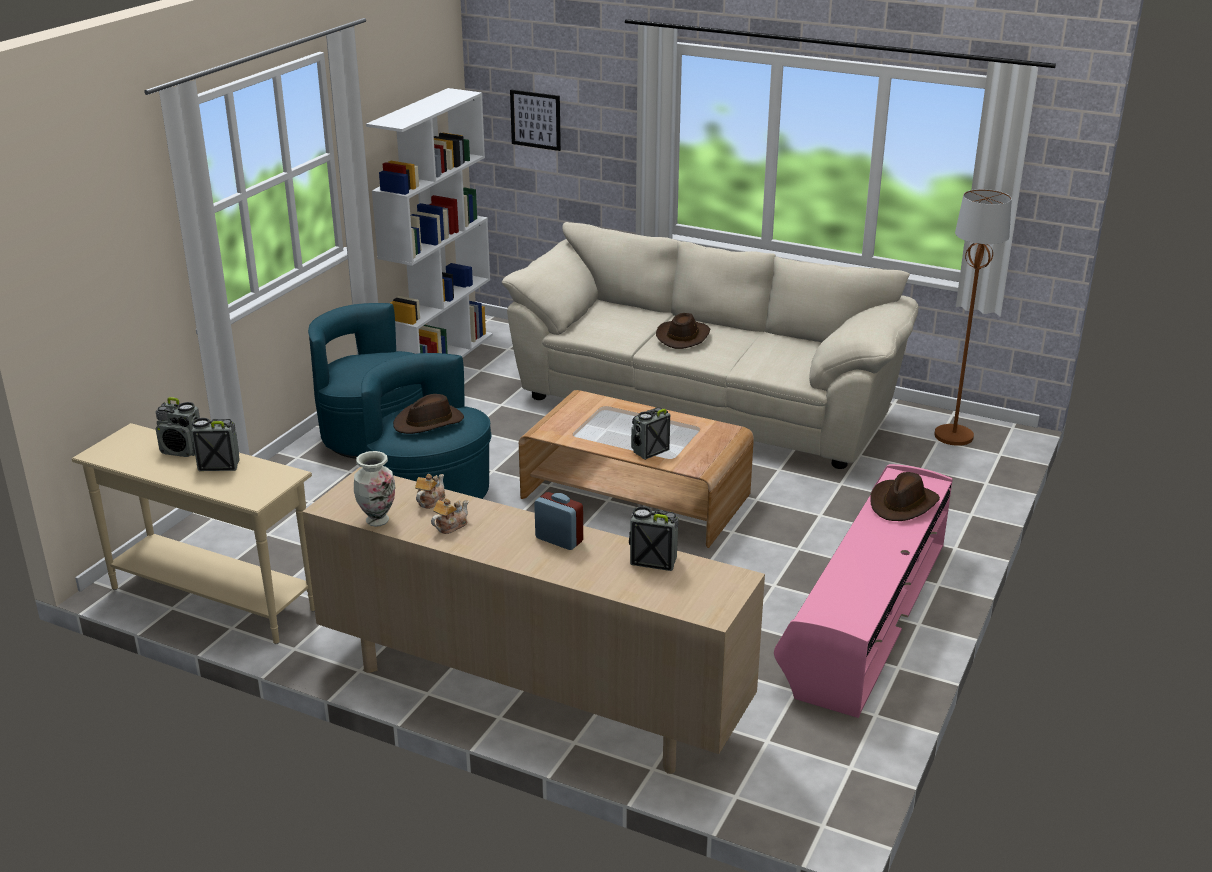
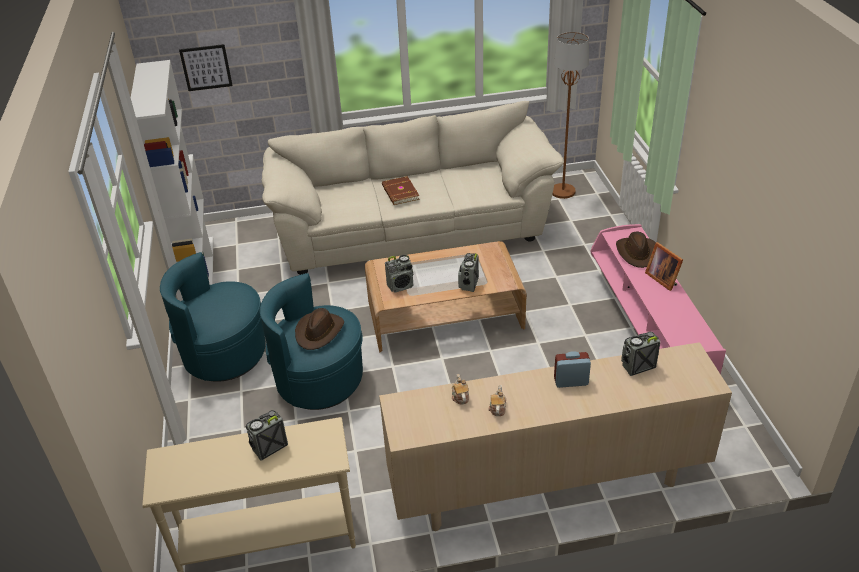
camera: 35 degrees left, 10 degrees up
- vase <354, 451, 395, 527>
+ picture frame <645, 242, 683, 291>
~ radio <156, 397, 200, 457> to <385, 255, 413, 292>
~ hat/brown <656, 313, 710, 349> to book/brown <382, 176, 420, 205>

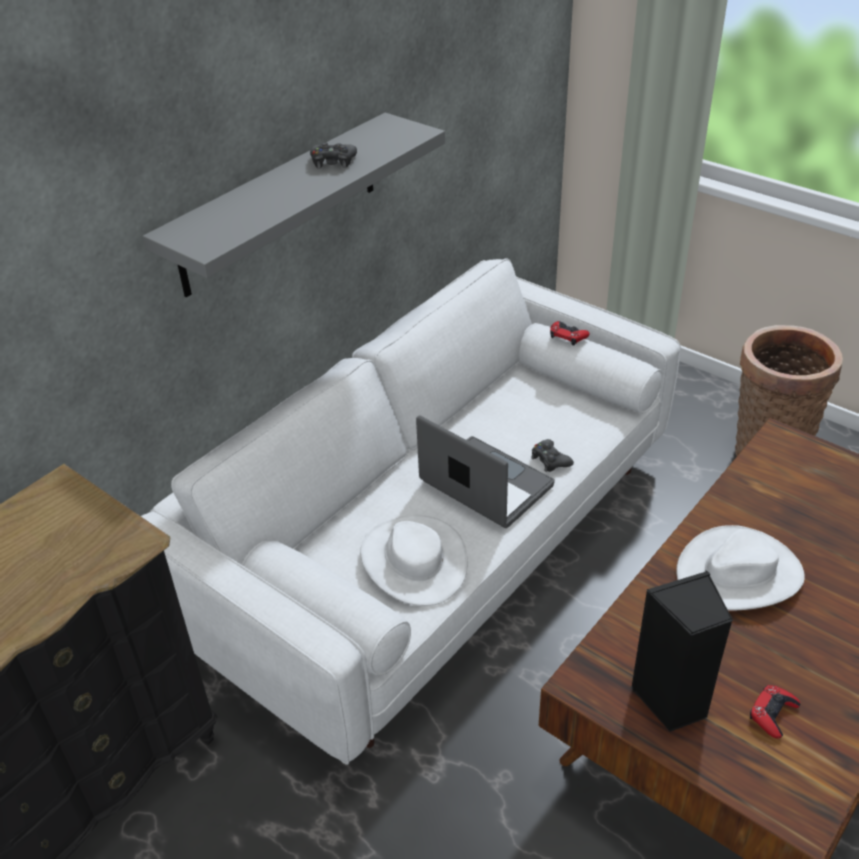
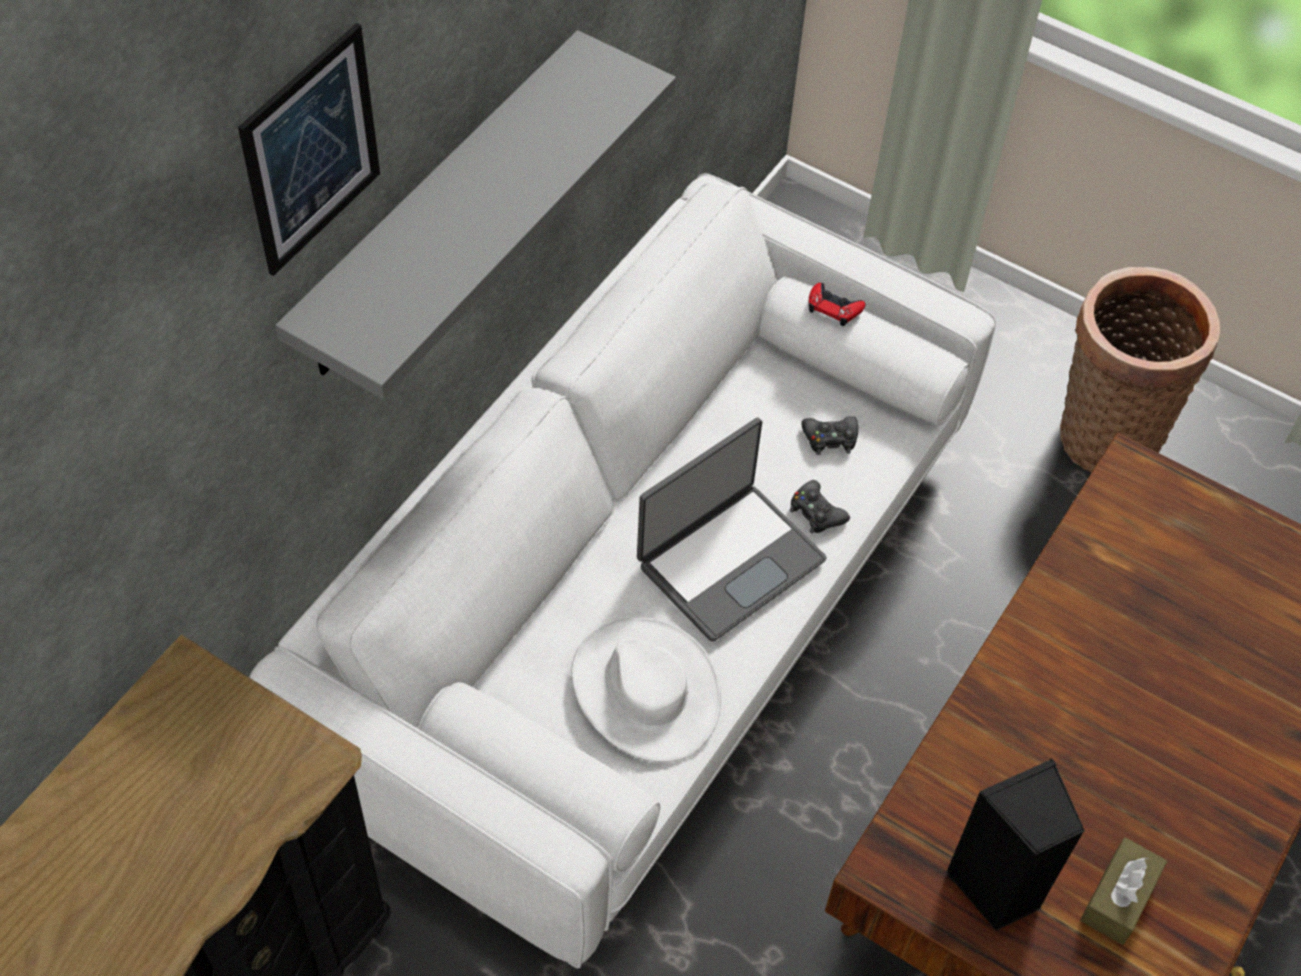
camera: 10 degrees left, 15 degrees up
- hat/white <676, 525, 805, 611>
+ picture <238, 23, 380, 276>
~ game controller/black <310, 142, 357, 168> to <801, 416, 858, 455>
~ game controller/red <750, 685, 800, 739> to tissue box/brown <1080, 837, 1167, 945>
~ laptop <416, 415, 555, 528> = <637, 417, 827, 642> 105 degrees clockwise

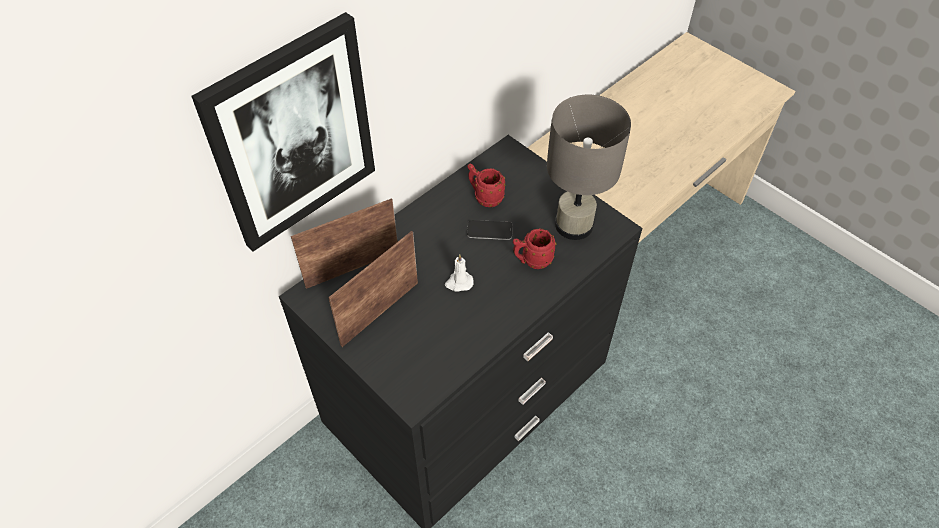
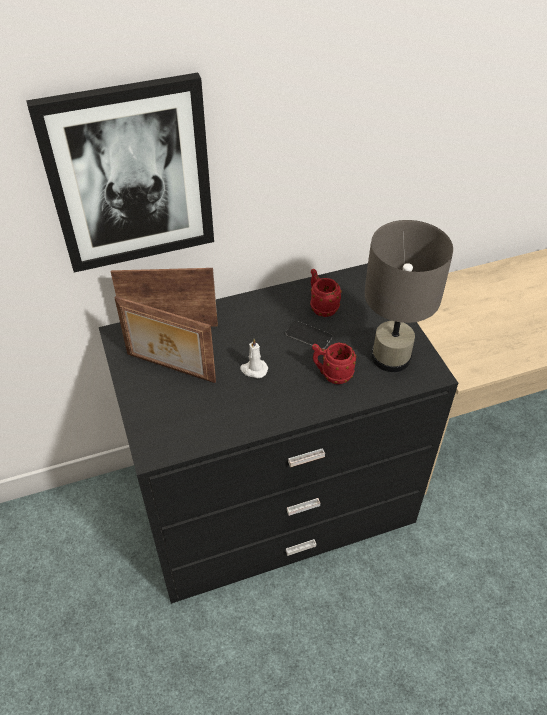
camera: 25 degrees right, 5 degrees down
~ picture frame <328, 231, 418, 347> = <114, 296, 216, 383> 135 degrees counterclockwise

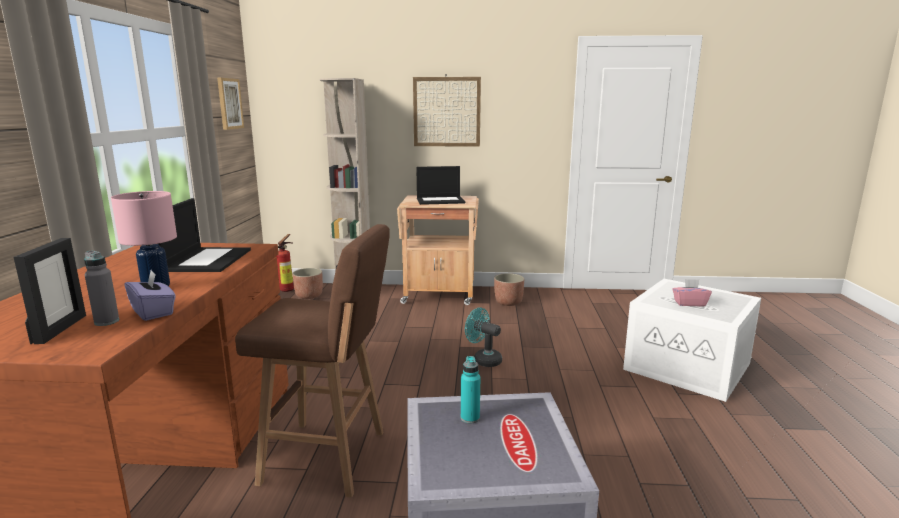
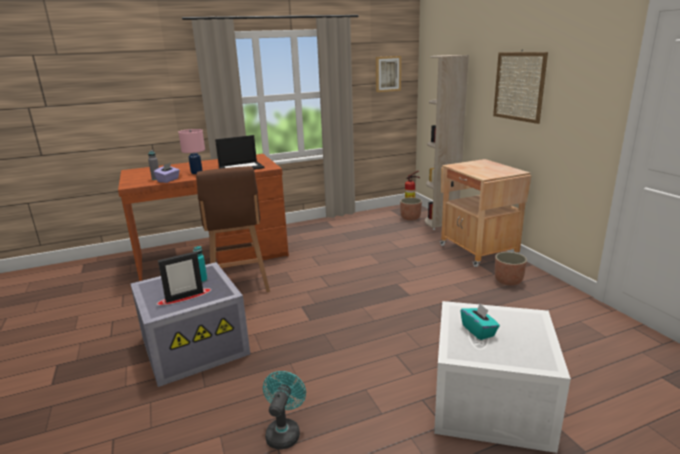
camera: 65 degrees right, 5 degrees up
- laptop <416, 166, 465, 205>
~ picture frame <13, 238, 86, 344> to <158, 252, 203, 303>
~ fan/turquoise <465, 307, 502, 367> to <263, 371, 306, 449>
~ tissue box/pink <673, 279, 712, 307> to tissue box/turquoise <461, 303, 500, 340>

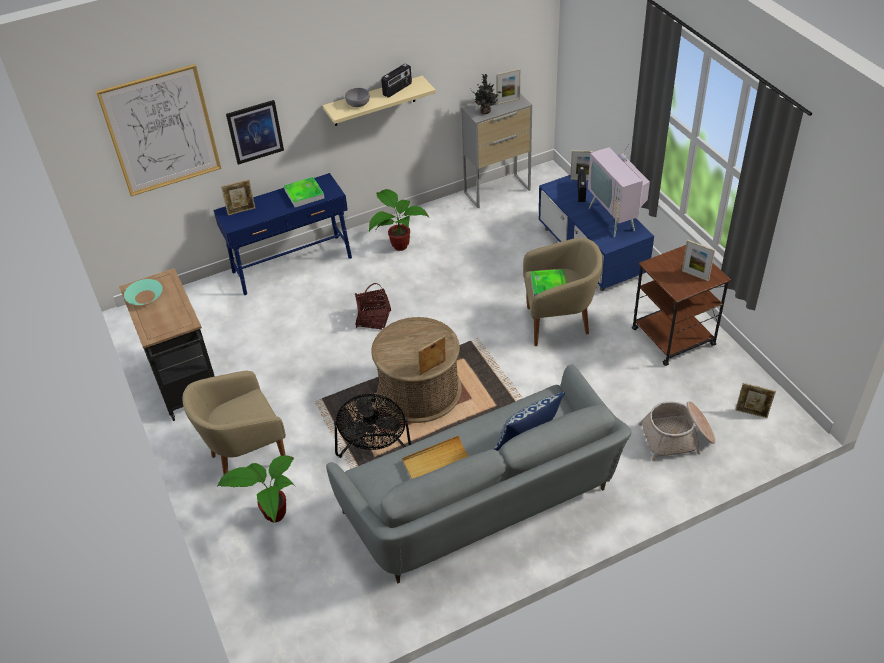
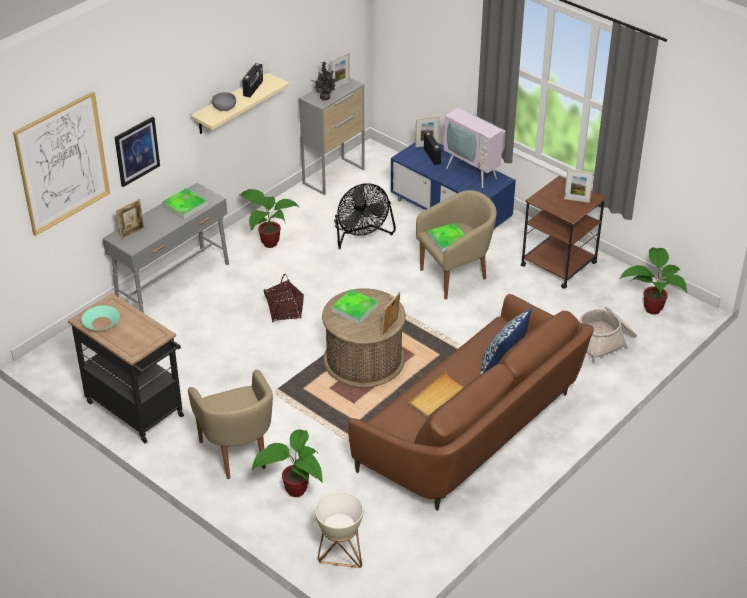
camera: 25 degrees left, 5 degrees down
+ planter <315, 492, 363, 568>
+ tray <332, 289, 378, 324>
~ fan/black <334, 393, 411, 458> to <334, 183, 396, 249>
~ picture frame <735, 383, 776, 418> to potted plant <620, 248, 687, 315>
~ console table/blue <214, 173, 352, 295> to console table/grey <103, 183, 229, 313>
~ sofa/grey <326, 364, 632, 583> to sofa/brown <348, 294, 594, 511>
~ armchair/beige <182, 371, 286, 475> = <188, 370, 273, 479> 60 degrees counterclockwise

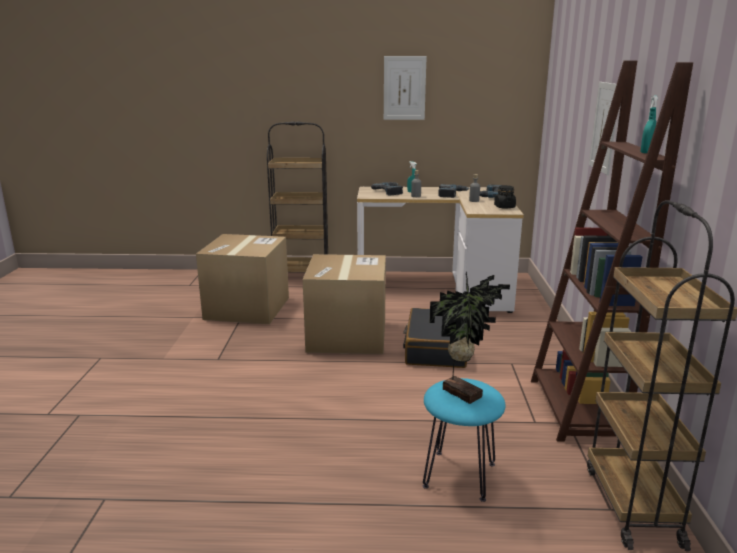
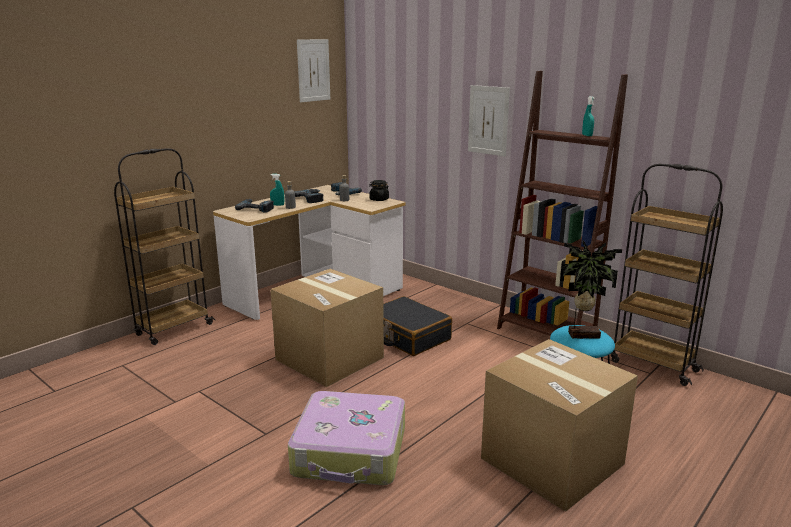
camera: 50 degrees left, 0 degrees up
+ suitcase <288, 391, 405, 485>
~ cardboard box <196, 234, 289, 324> to <481, 339, 638, 512>
~ picture <384, 56, 427, 120> to <297, 39, 330, 102>

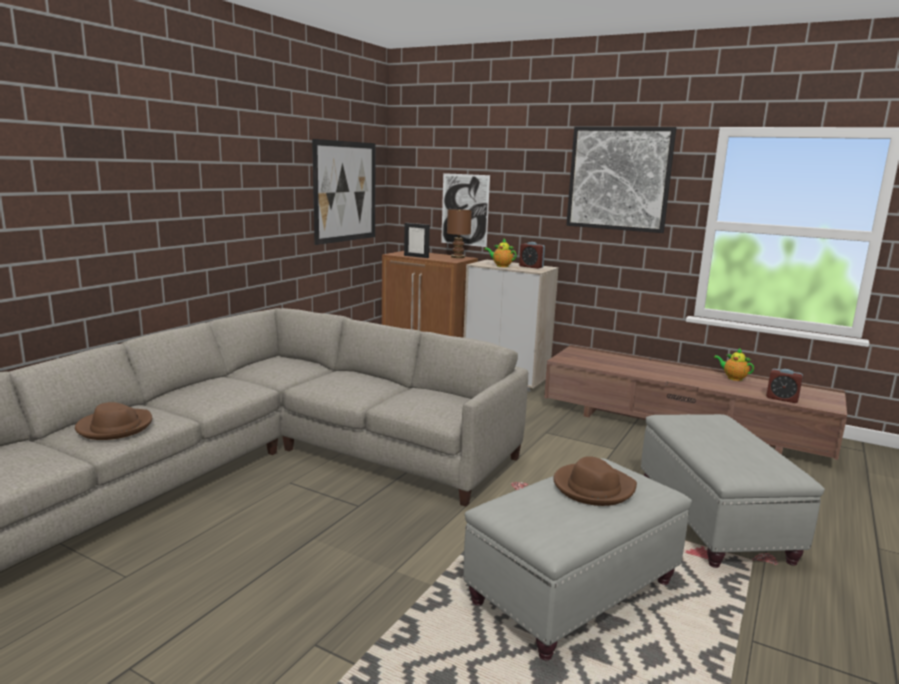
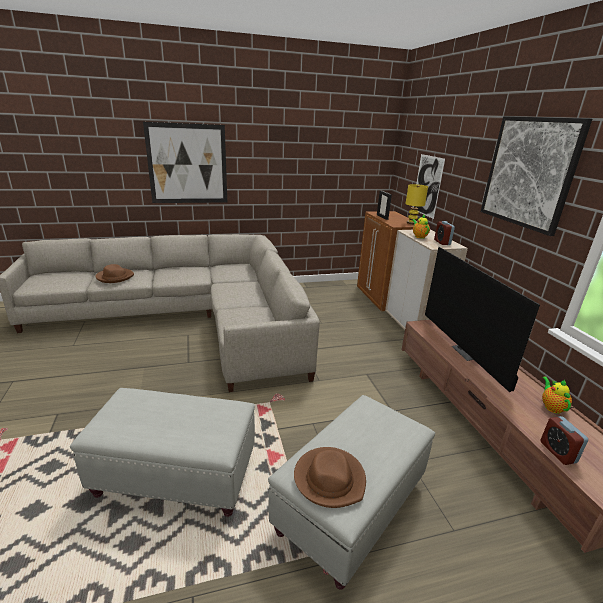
camera: 45 degrees right, 10 degrees up
+ television <425, 247, 540, 392>
~ picture <312, 139, 375, 245> to <143, 122, 227, 203>
~ hat/brown <553, 456, 637, 506> to <294, 447, 366, 508>
~ table lamp/brown <447, 209, 472, 258> to table lamp/yellow <405, 184, 428, 224>

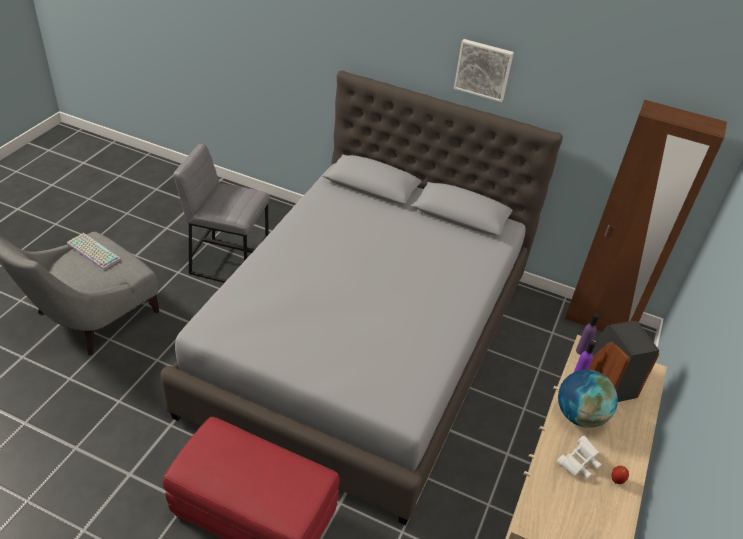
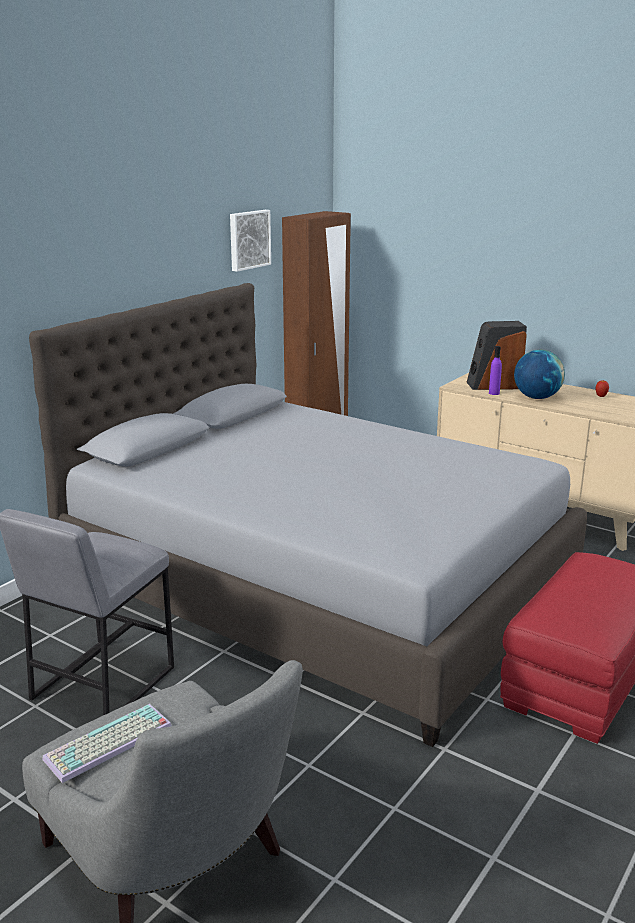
camera: 75 degrees left, 20 degrees down
- binoculars/white <557, 436, 602, 479>
- bottle/purple <576, 314, 599, 355>
~ picture <454, 39, 514, 102> to <230, 210, 271, 272>

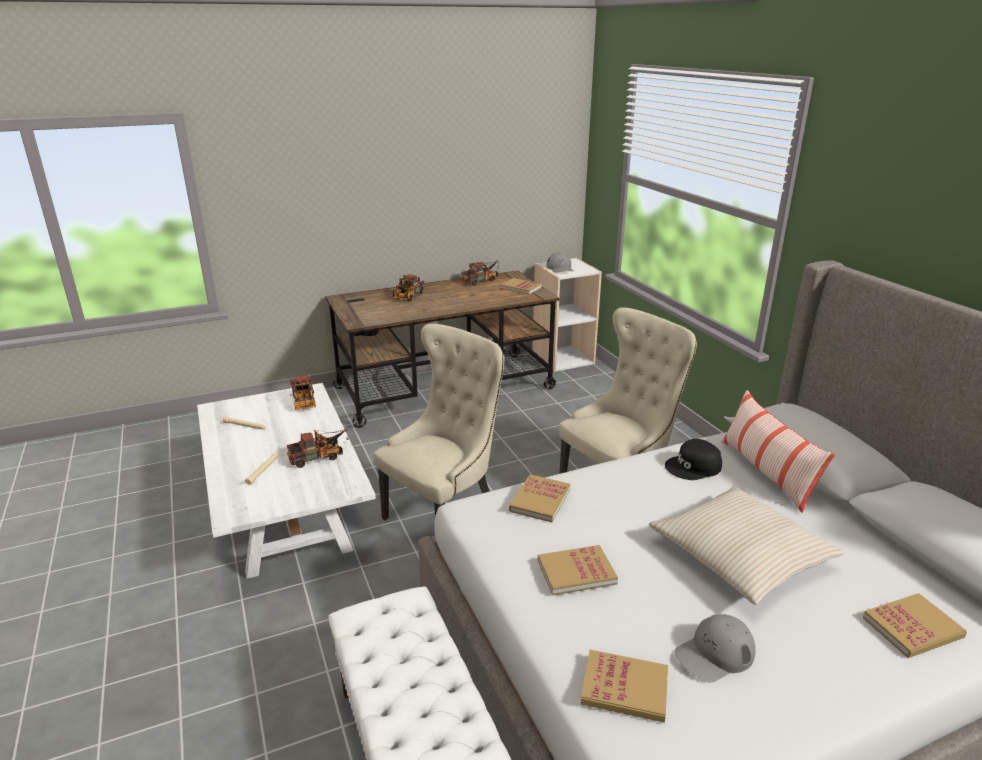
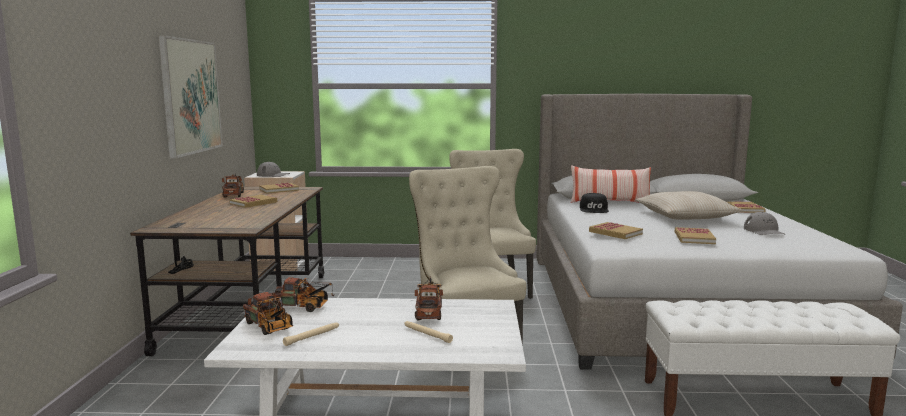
camera: 65 degrees left, 15 degrees down
+ picture <158, 35, 223, 159>
~ toy truck <393, 274, 424, 301> to <243, 292, 293, 335>
~ book <581, 650, 668, 723> to <230, 195, 277, 208>

